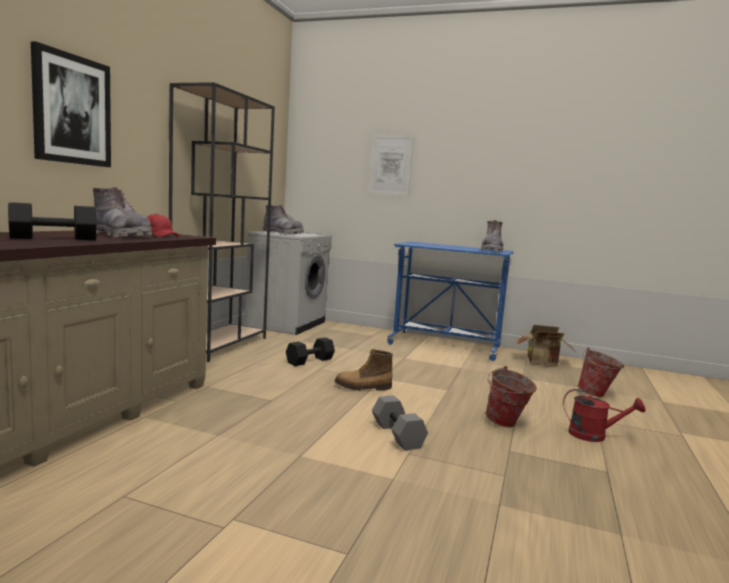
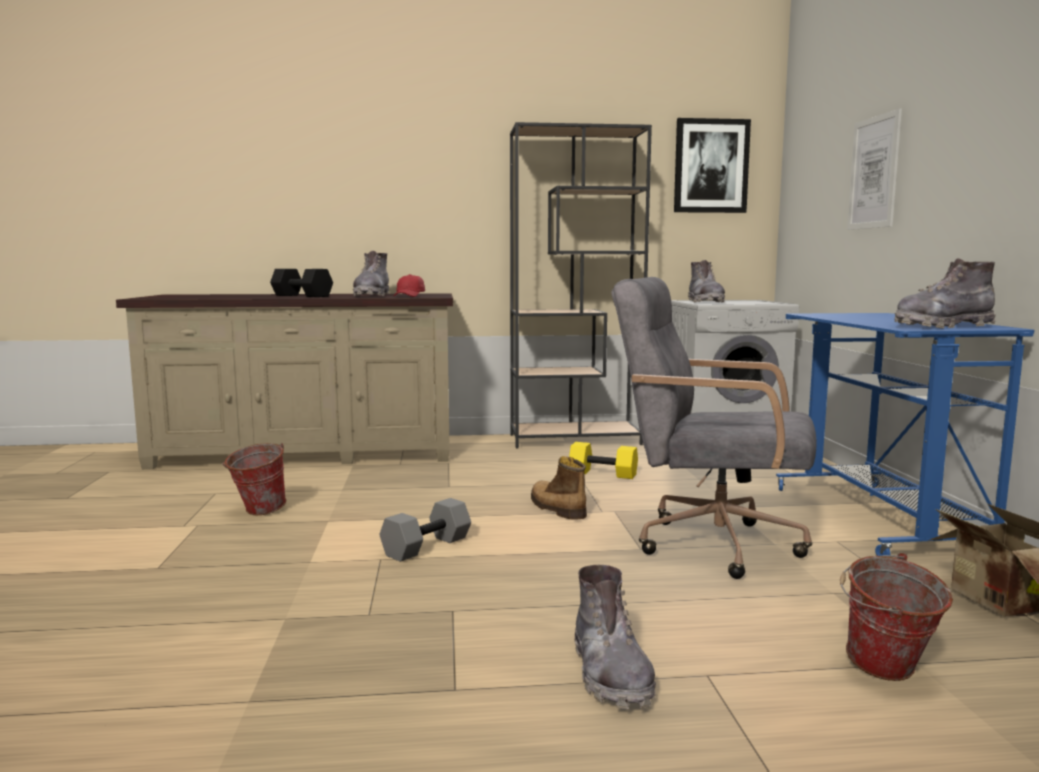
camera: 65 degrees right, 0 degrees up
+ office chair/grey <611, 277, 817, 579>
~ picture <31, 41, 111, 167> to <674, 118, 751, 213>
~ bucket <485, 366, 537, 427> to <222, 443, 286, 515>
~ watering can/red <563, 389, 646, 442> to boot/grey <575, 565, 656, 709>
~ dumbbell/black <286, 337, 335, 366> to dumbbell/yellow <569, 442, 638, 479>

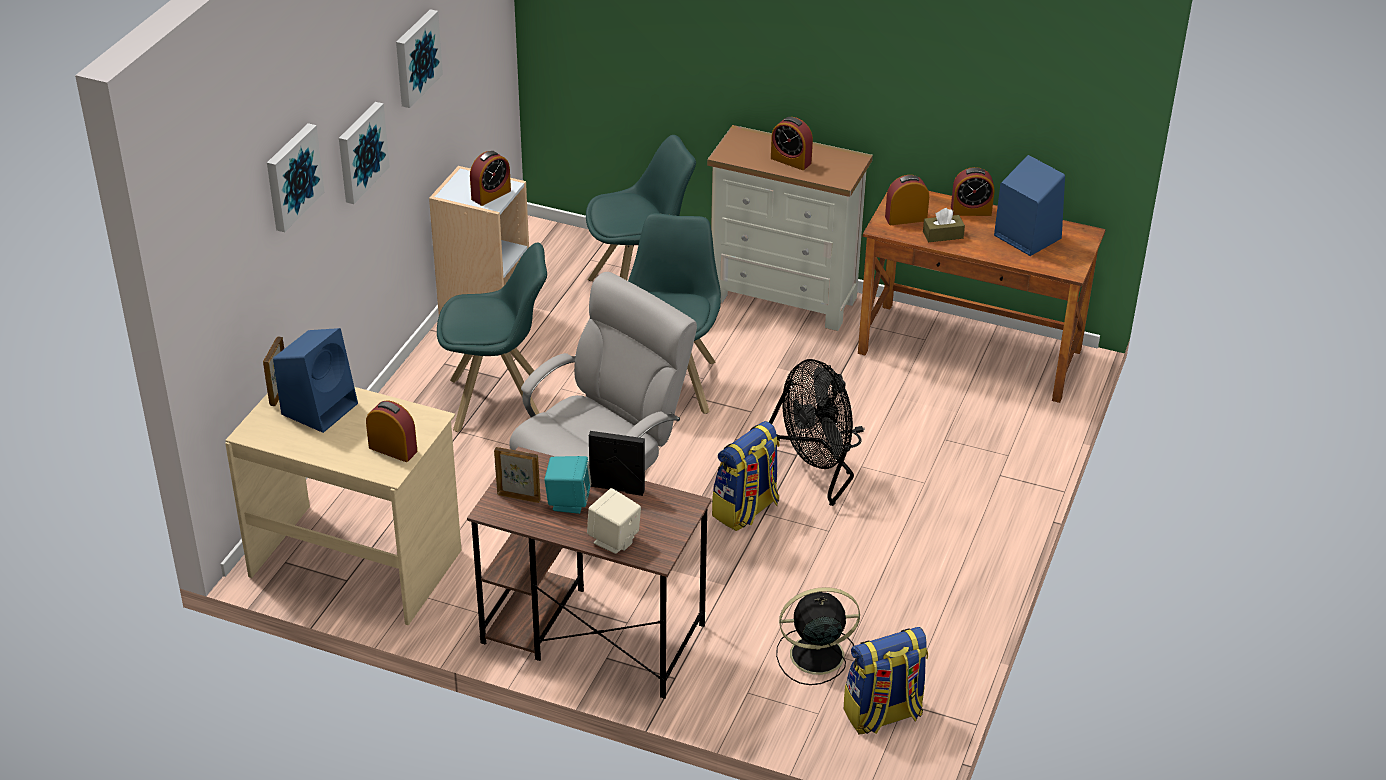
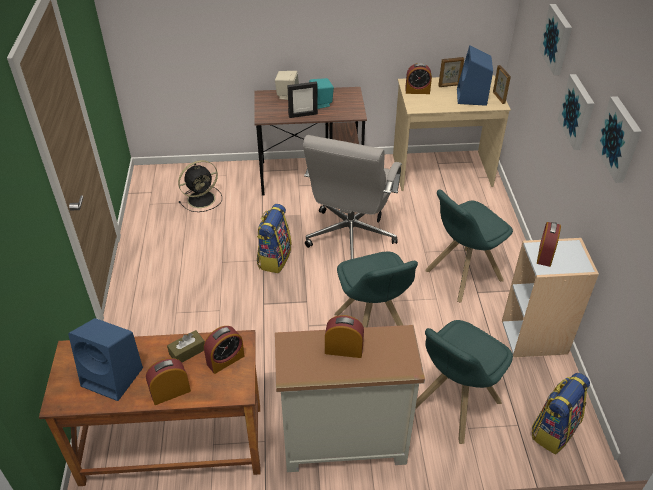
camera: 155 degrees right, 5 degrees up
- fan/black <769, 359, 865, 506>
~ picture frame <494, 447, 540, 503> to <438, 57, 464, 87>
~ backpack <844, 627, 928, 735> to <532, 373, 590, 454>

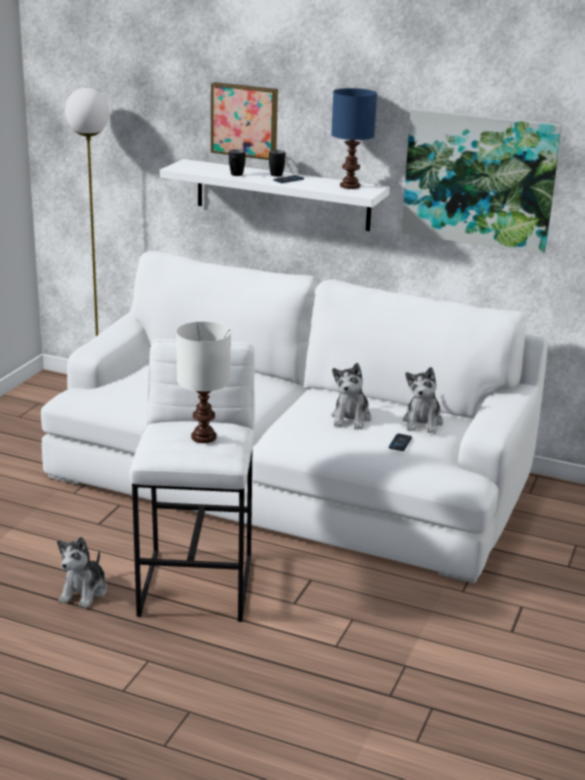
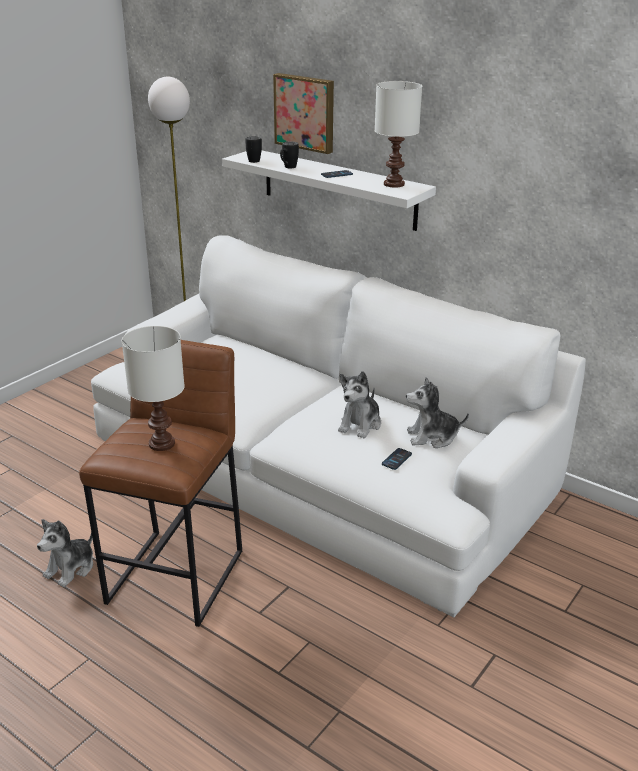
camera: 15 degrees right, 5 degrees up
- picture <401, 108, 562, 254>
~ mug/black <269, 150, 285, 177> to <245, 136, 262, 163>
~ stool/white <130, 339, 255, 622> to stool/brown <79, 340, 242, 627>
~ table lamp/blue <331, 88, 377, 189> to table lamp/white <375, 81, 422, 188>
~ plush toy <403, 367, 443, 434> = <406, 377, 469, 448> 60 degrees clockwise

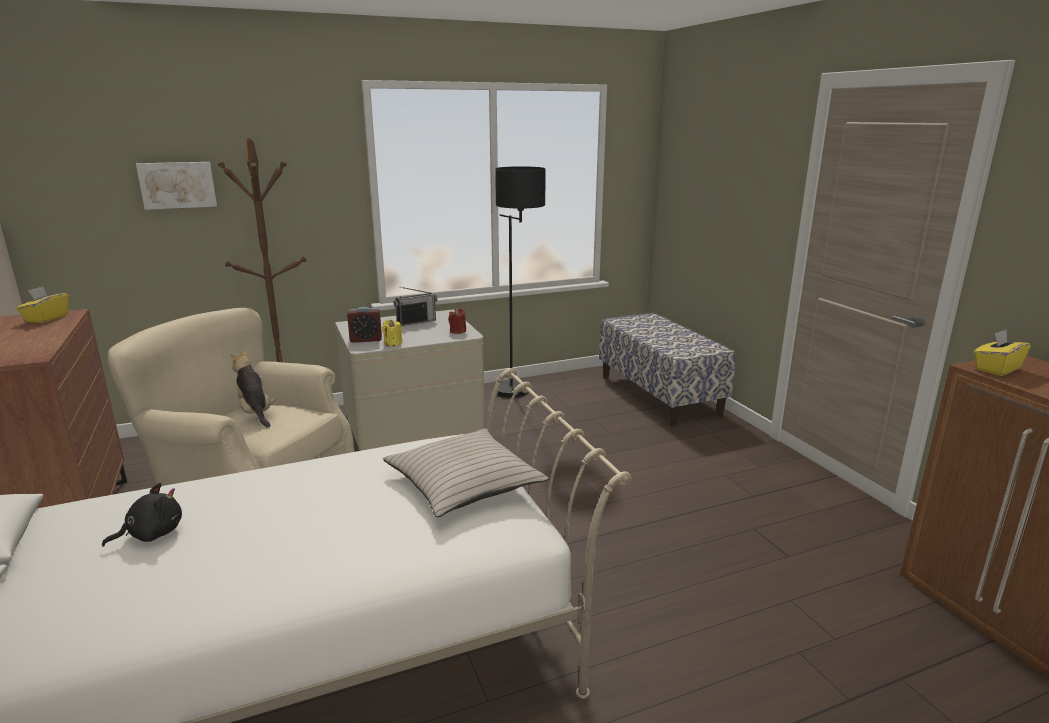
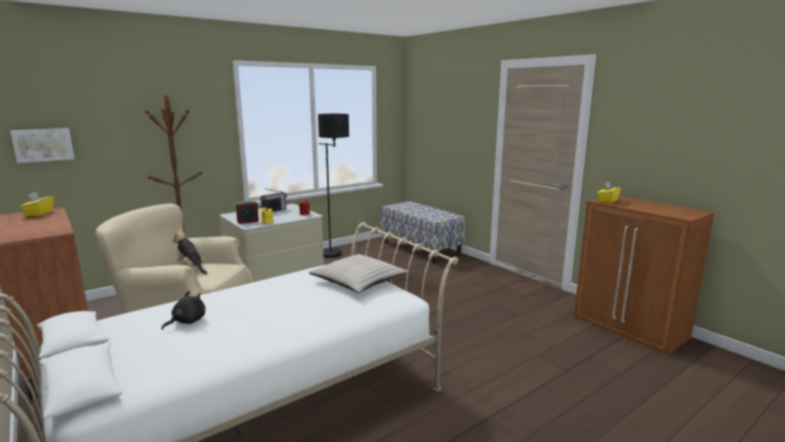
camera: 15 degrees left, 5 degrees down
~ picture <136, 162, 217, 210> to <10, 128, 75, 163>

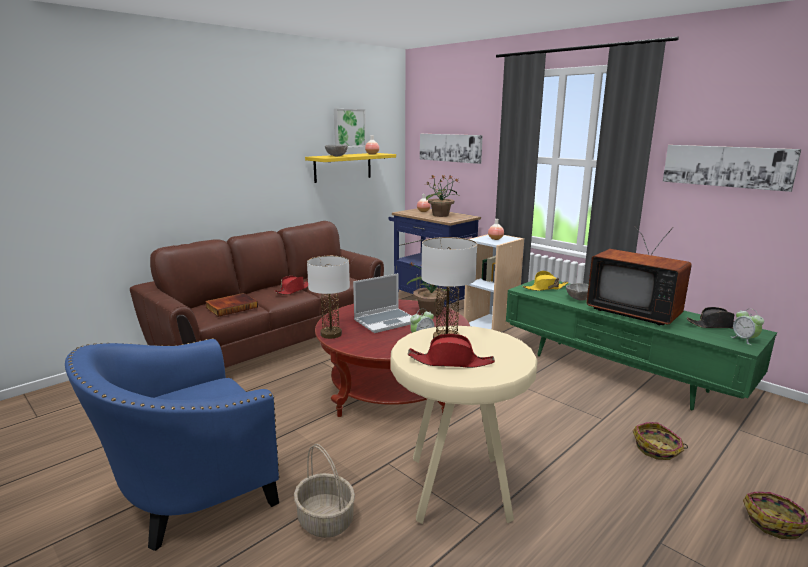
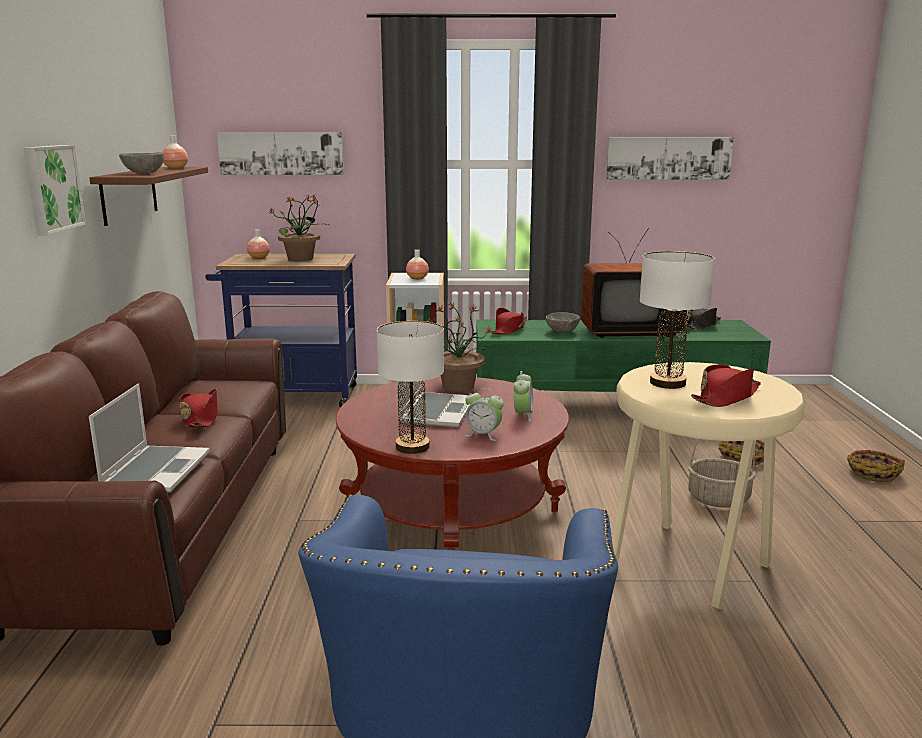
camera: 45 degrees left, 0 degrees up
~ basket <294, 444, 355, 538> to <688, 439, 756, 508>
~ picture <334, 109, 366, 148> to <23, 145, 86, 235>
~ alarm clock <731, 309, 764, 345> to <465, 388, 504, 441>
~ book <205, 293, 258, 317> to laptop <89, 384, 210, 492>
~ shelf/yellow <305, 153, 396, 183> to shelf/brown <90, 167, 208, 226>
~ hat/yellow <523, 271, 569, 291> to hat/red <491, 308, 527, 335>

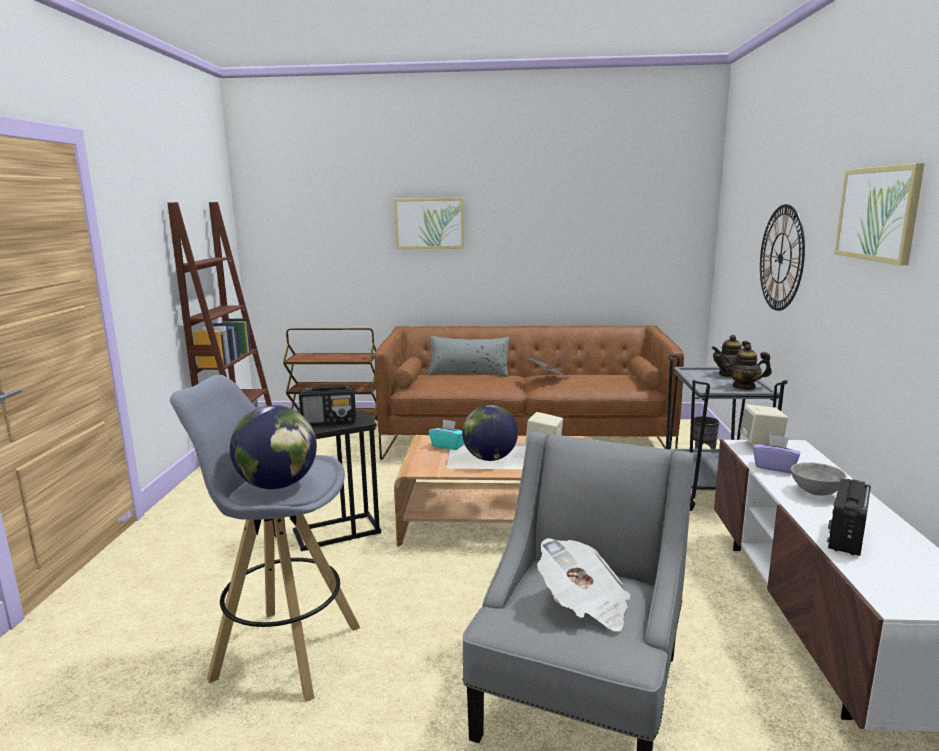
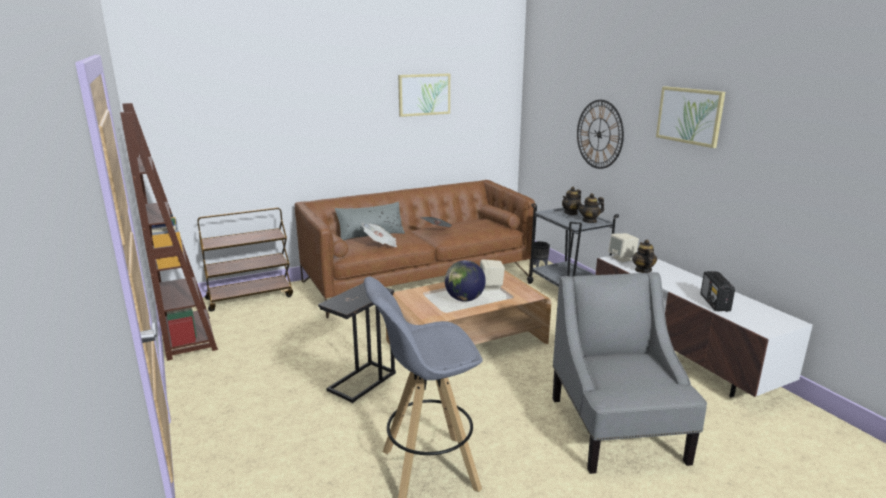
camera: 30 degrees left, 5 degrees up
- globe <230, 405, 317, 489>
- radio <299, 385, 356, 426>
- tissue box/turquoise <429, 419, 464, 450>
- bowl/grey <791, 462, 847, 496>
~ picture <394, 197, 464, 249> to <398, 74, 450, 117>
~ newspaper <537, 538, 630, 632> to <362, 223, 397, 247>
~ tissue box/purple <753, 434, 800, 473> to teapot <632, 240, 657, 273>

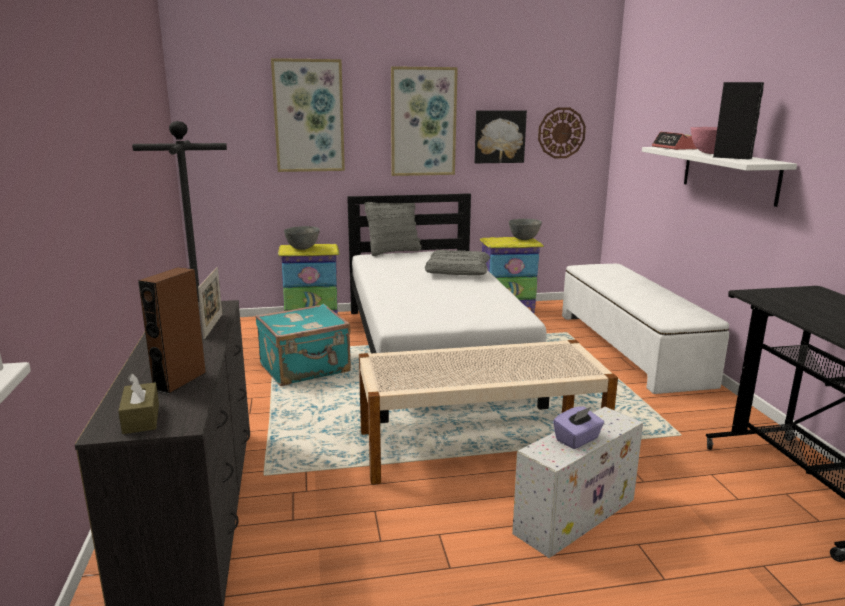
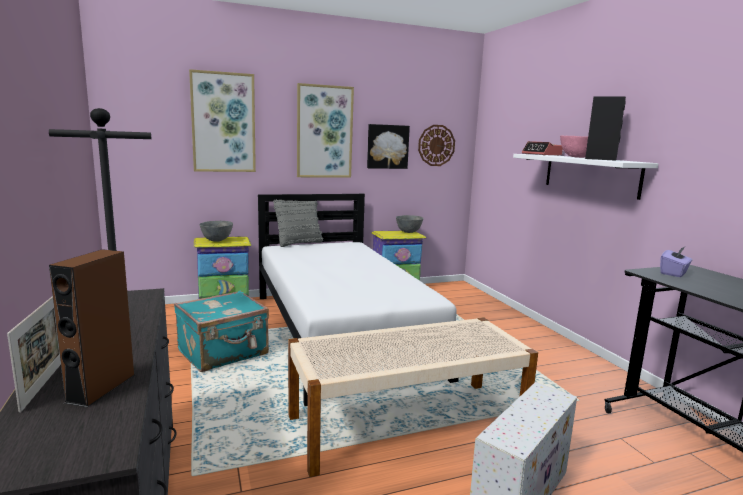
camera: 10 degrees left, 5 degrees down
- tissue box/brown <118, 374, 159, 434>
- pillow/grey <425, 250, 490, 275>
- bench/white <562, 264, 729, 394>
~ picture frame <198, 267, 222, 339> to <7, 296, 61, 413>
~ tissue box/purple <553, 406, 604, 449> to <660, 246, 692, 277>

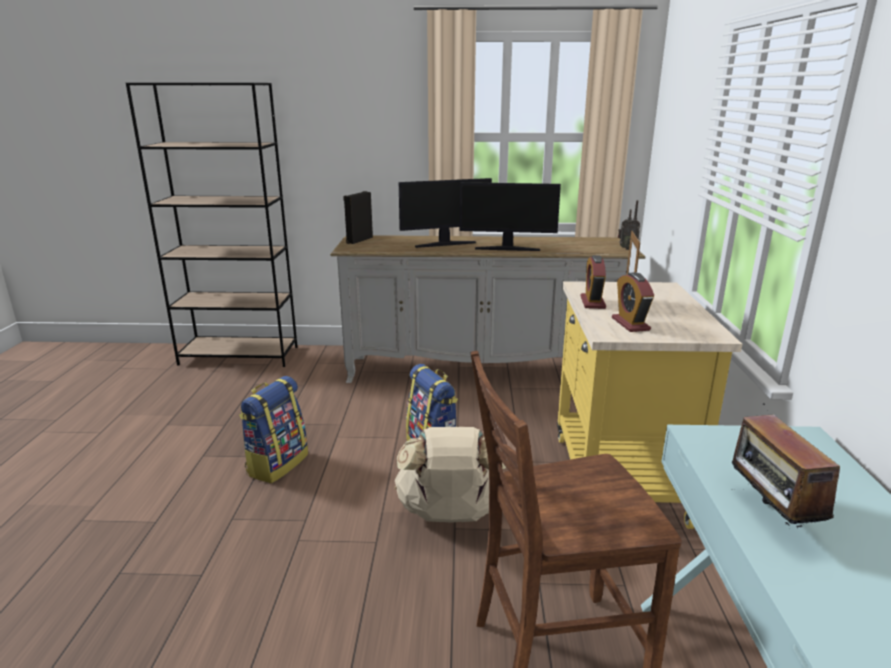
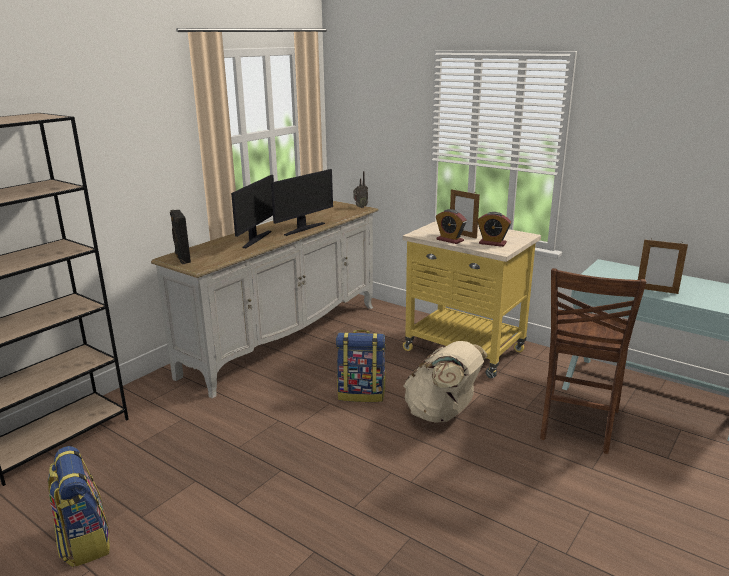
camera: 55 degrees left, 0 degrees up
~ backpack <239, 376, 308, 483> to <48, 446, 110, 567>
~ radio <732, 404, 840, 528> to picture frame <638, 238, 688, 294>

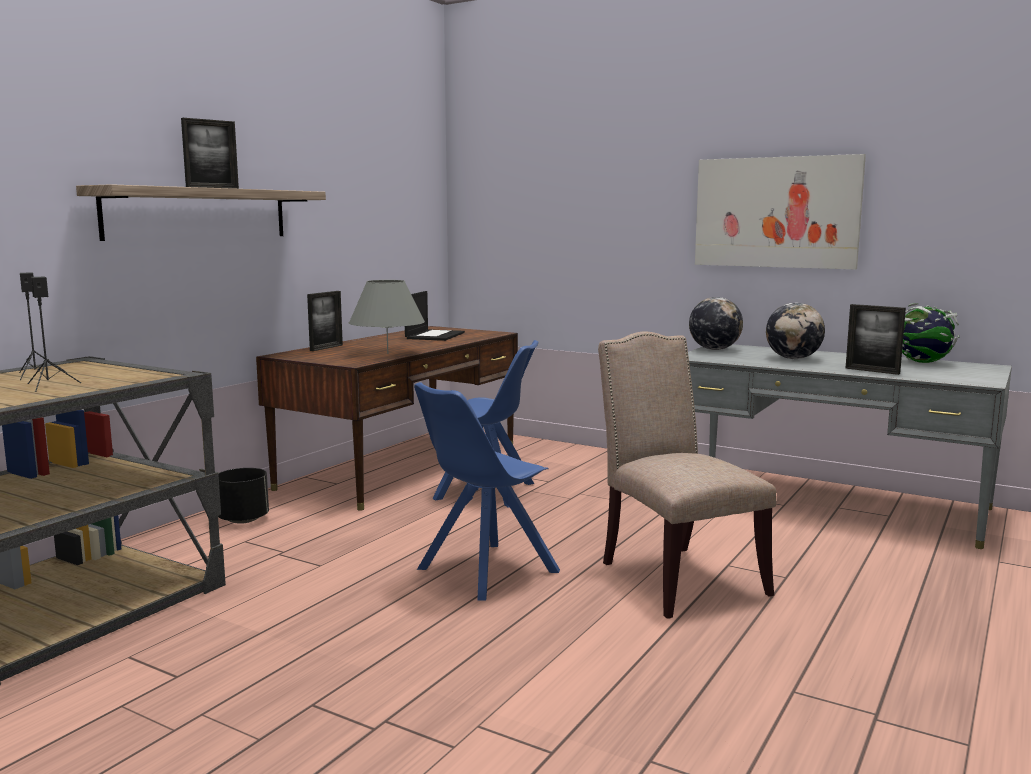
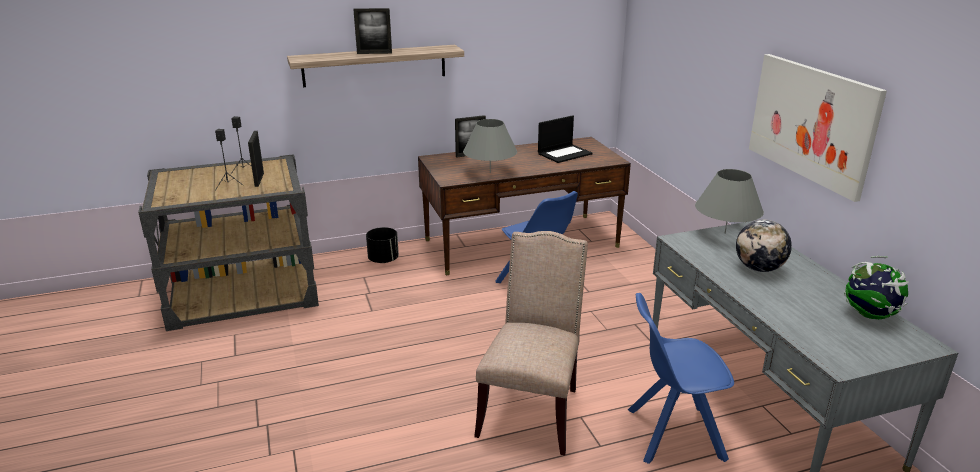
camera: 40 degrees right, 15 degrees up
~ chair/blue <414, 382, 560, 601> to <628, 293, 734, 464>
~ picture frame <845, 304, 906, 375> to <248, 131, 264, 187>
~ globe <689, 297, 743, 350> to table lamp/grey <695, 169, 764, 234>

